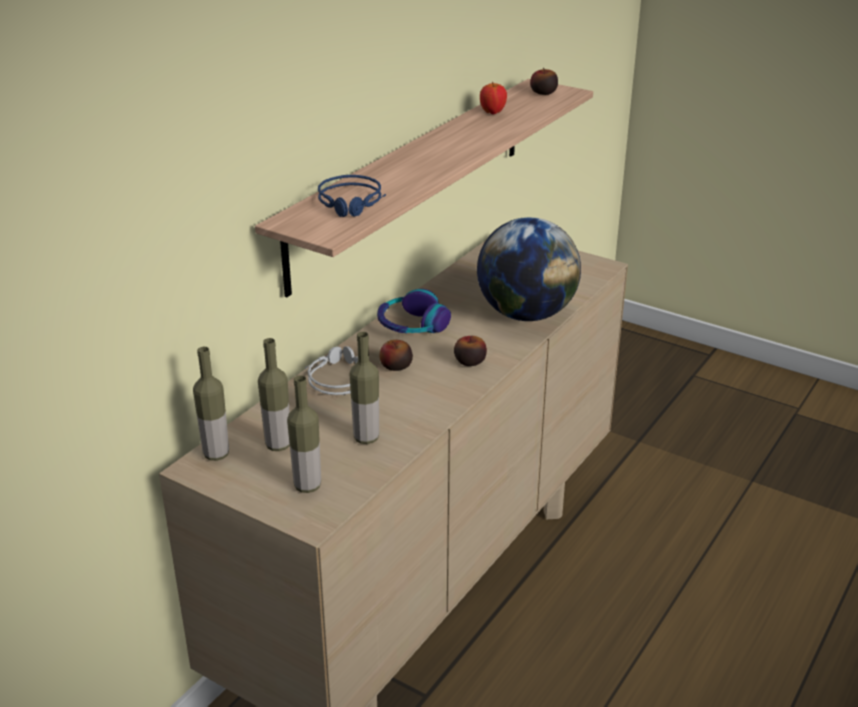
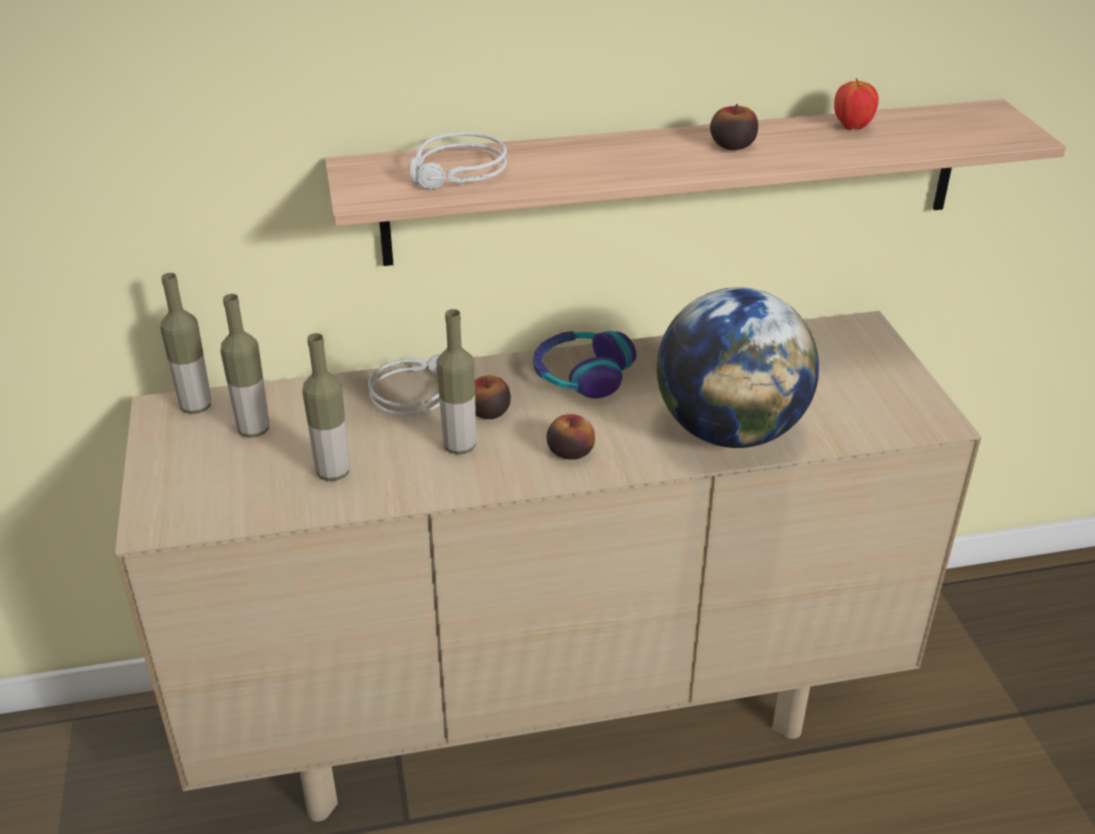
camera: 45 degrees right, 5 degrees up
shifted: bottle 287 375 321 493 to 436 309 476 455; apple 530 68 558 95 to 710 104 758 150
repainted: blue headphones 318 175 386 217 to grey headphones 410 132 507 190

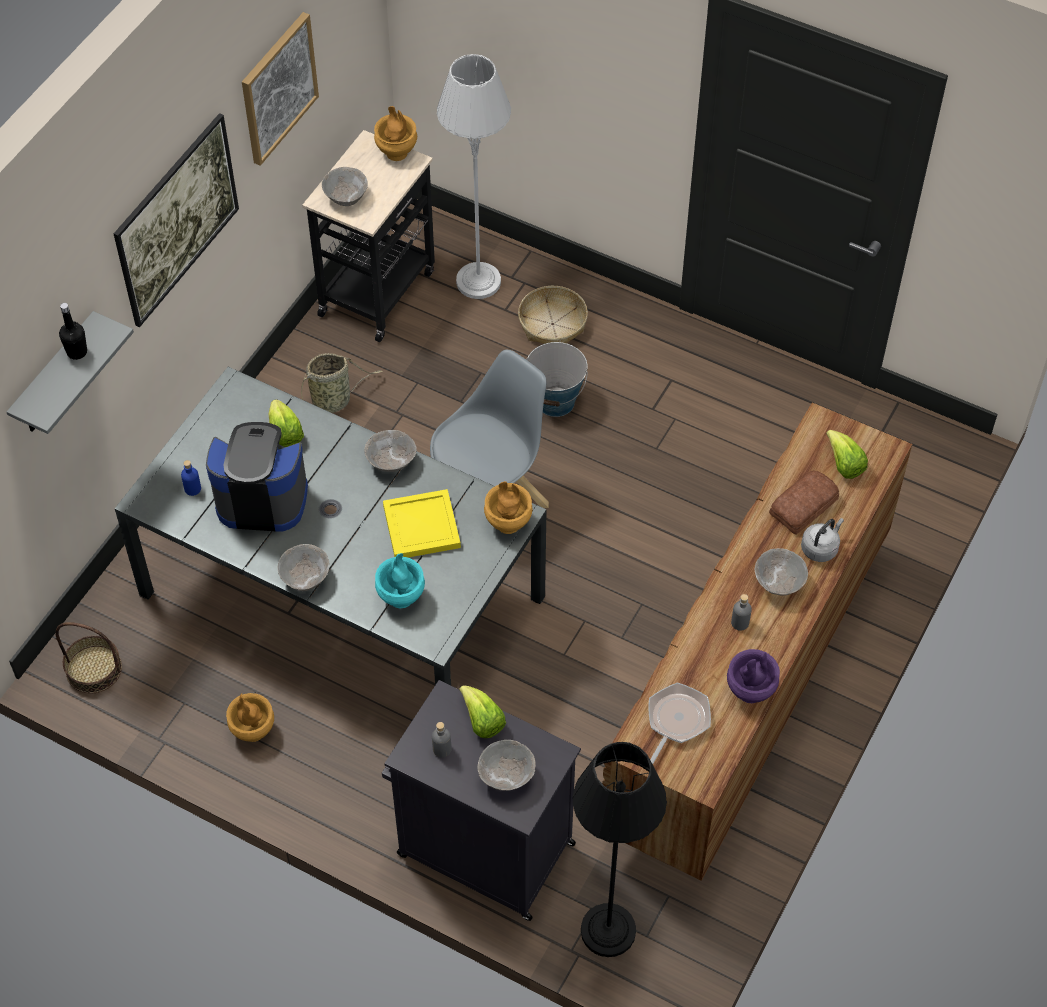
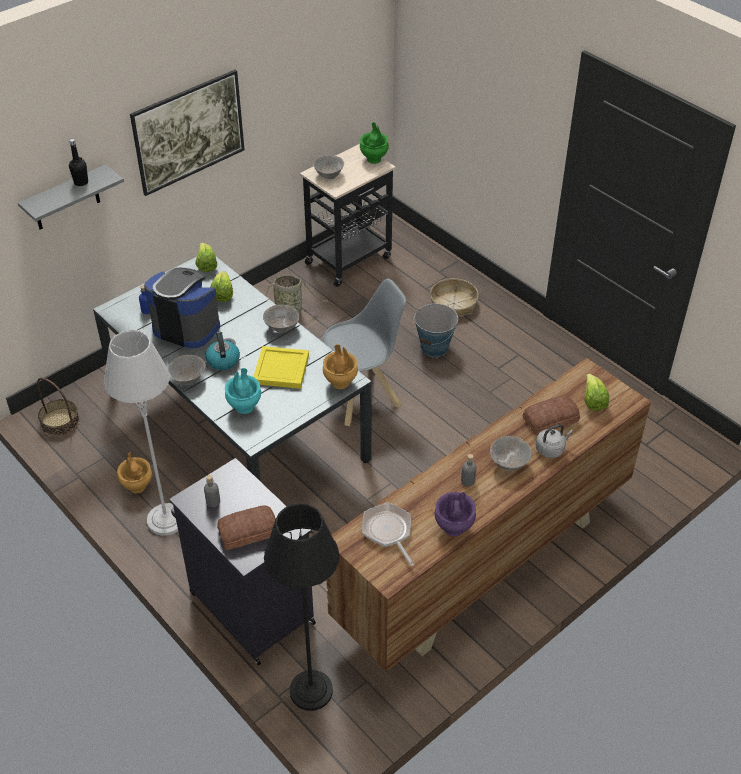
camera: 20 degrees right, 10 degrees down
gone: picture 242 12 319 166
new: kettle 205 332 240 370
shifted: grey floor lamp 437 54 511 299 to 104 330 178 536; lettuce 459 685 506 738 to 195 243 217 272
swapped: grey bowl 478 740 536 790 to bread 217 506 276 550
repainted: brown vase 374 106 417 161 to green vase 360 122 389 164
rotated: frying pan 648 682 711 764 = 362 503 414 566 75 degrees counterclockwise

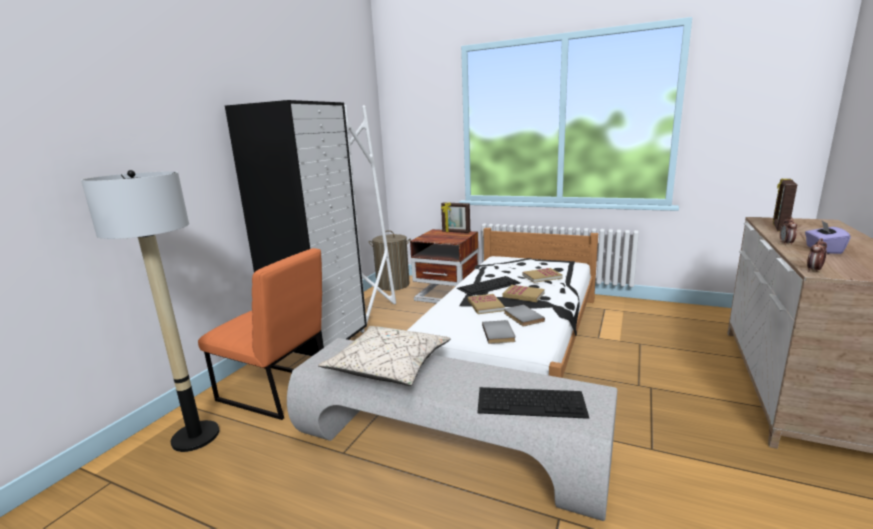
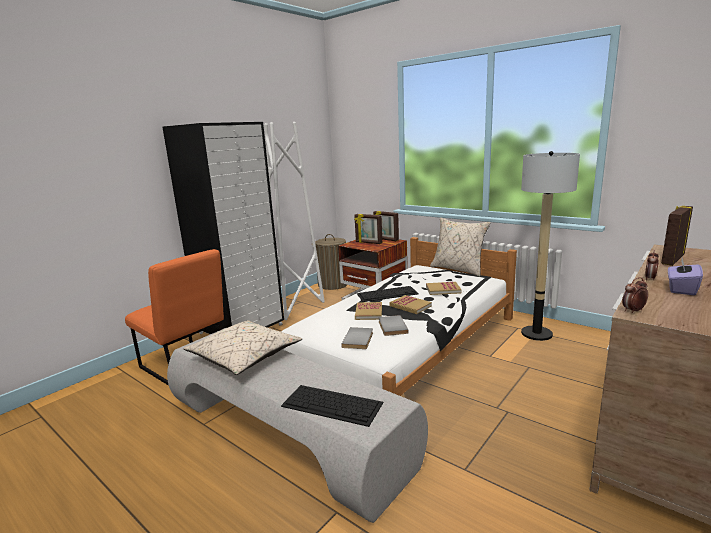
camera: 15 degrees right, 0 degrees up
new: picture frame 354 214 382 244; beige pillow 430 217 491 277
shifted: floor lamp 81 170 219 452 to 521 151 580 341

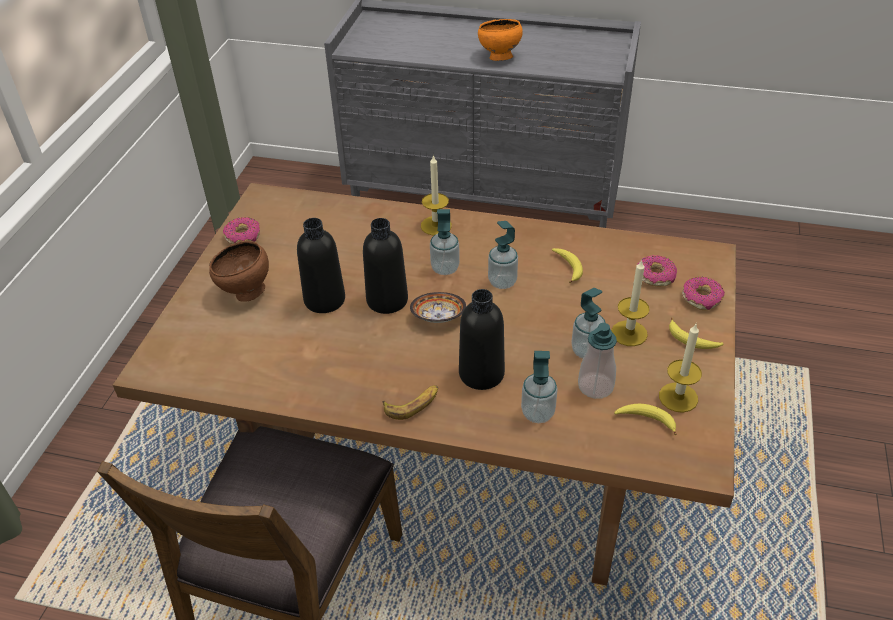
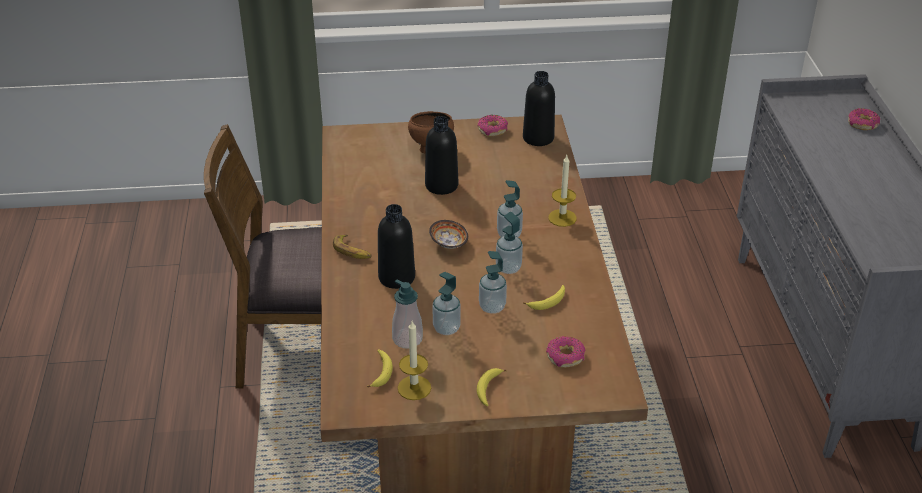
camera: 70 degrees right, 5 degrees down
gone: orange bowl 478 19 523 61; candle 611 259 650 346
shifted: soap dispenser 521 351 558 423 to 479 251 507 314; black bottle 363 218 408 314 to 523 71 555 146; donut 682 277 725 310 to 848 108 880 130

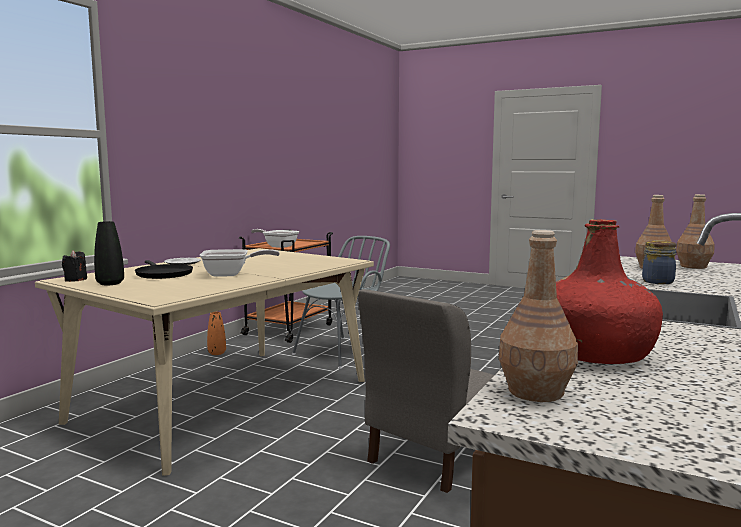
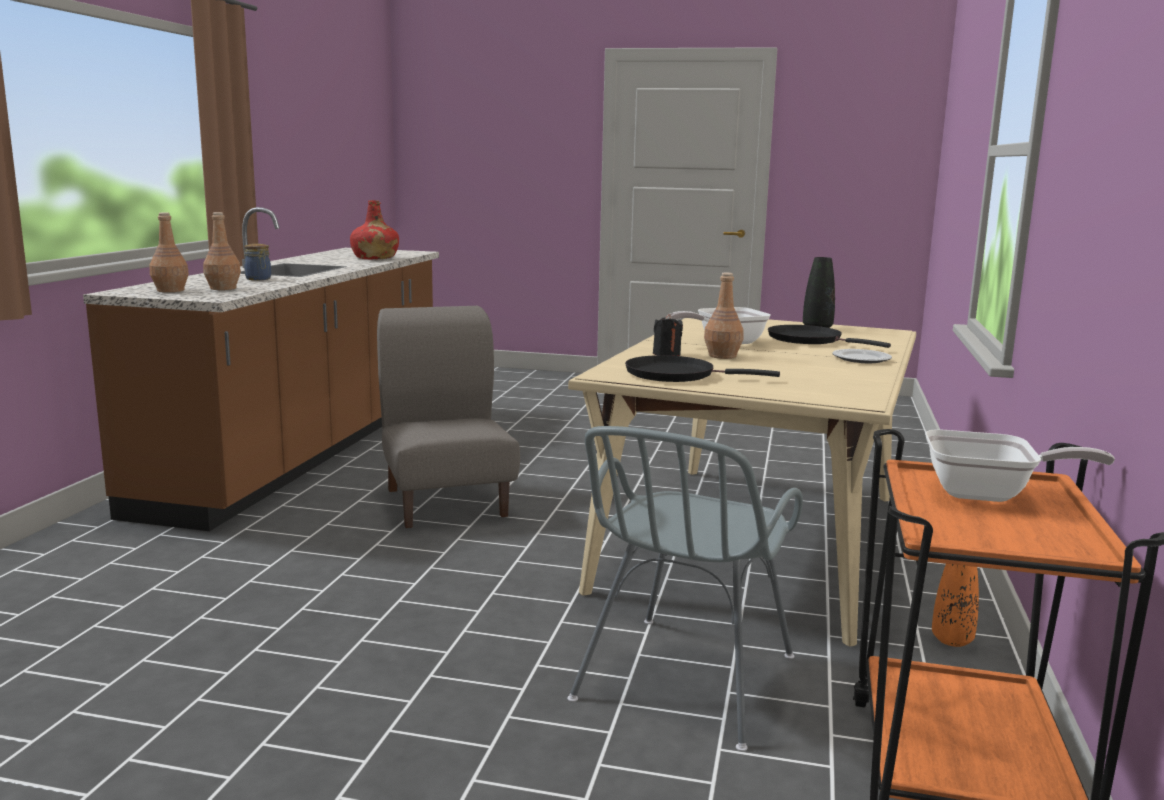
camera: 165 degrees right, 5 degrees up
new: black frying pan 625 355 780 382
shifted: black candle 62 250 87 282 to 653 314 683 356; brown bottle 499 230 578 402 to 704 273 744 359
rotated: grey chair 358 289 494 493 = 377 306 520 528 45 degrees counterclockwise

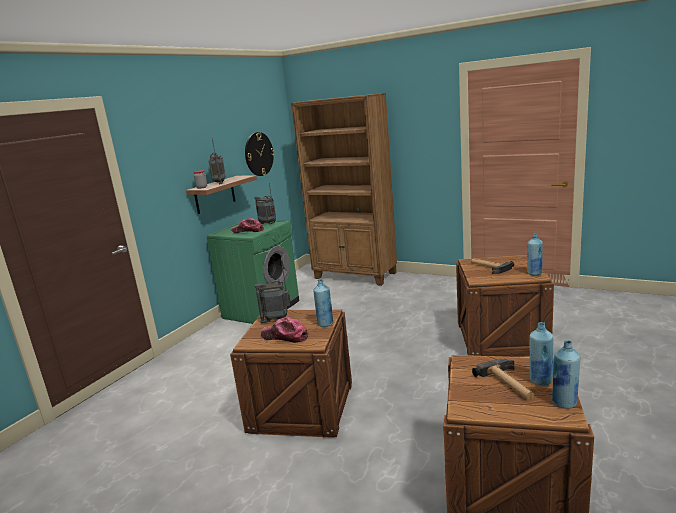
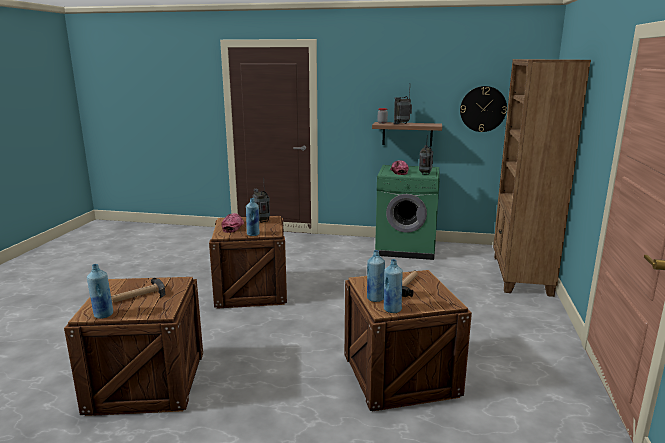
camera: 70 degrees right, 0 degrees up
shifted: blue bottle 529 322 553 386 to 367 250 385 302

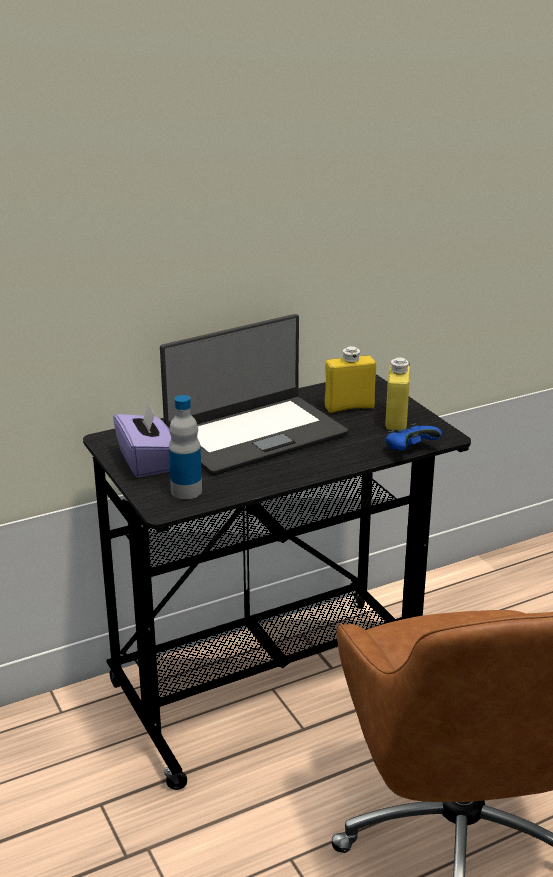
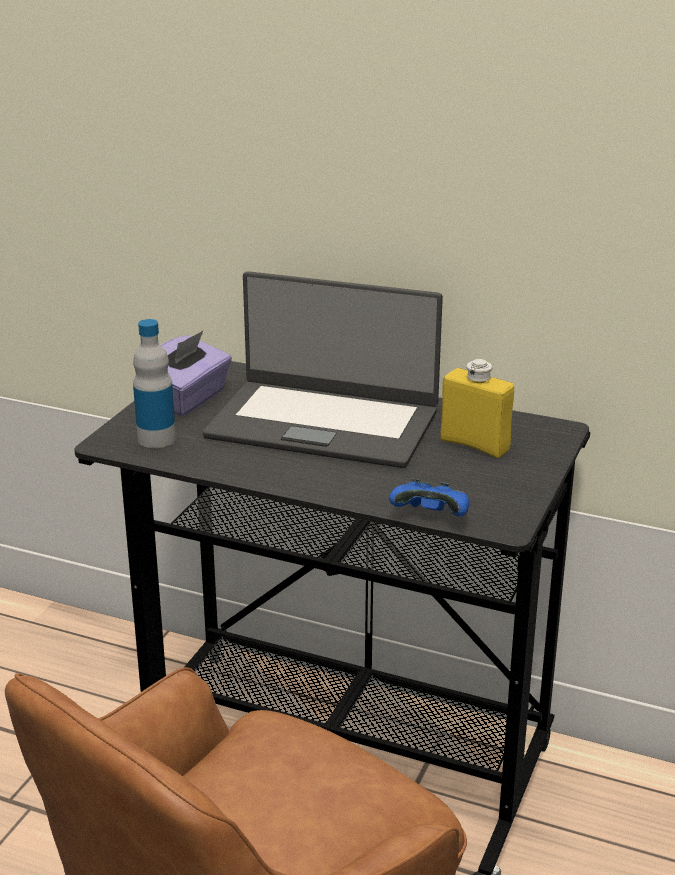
camera: 50 degrees right, 0 degrees up
gone: yellow bottle 385 357 410 430

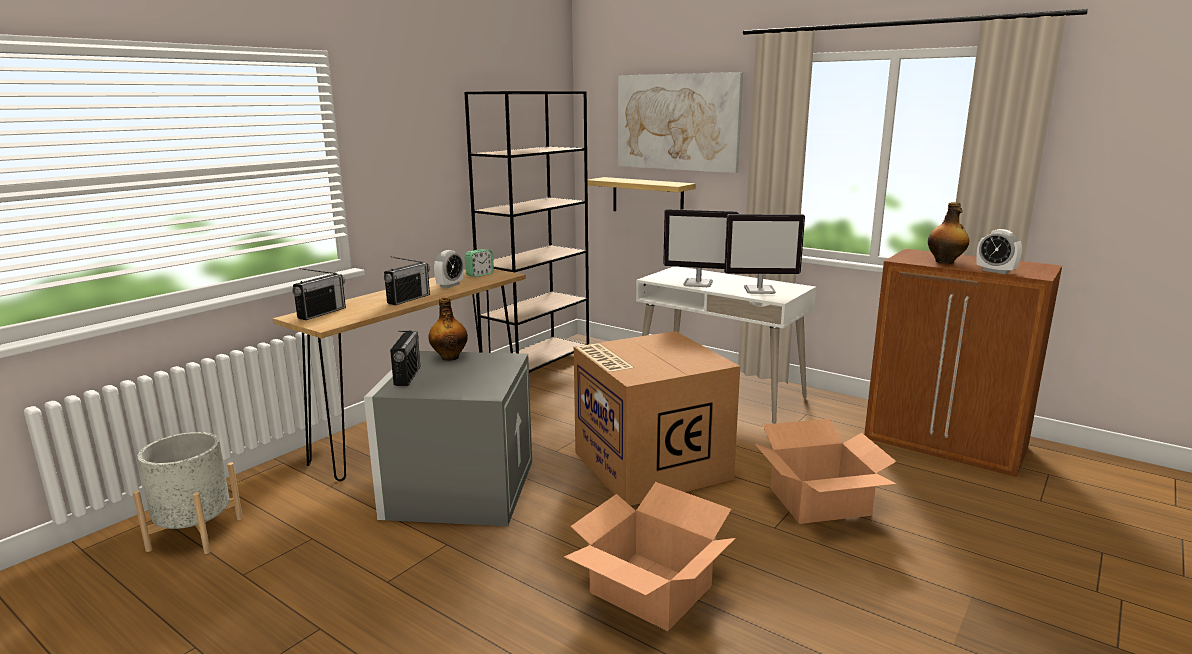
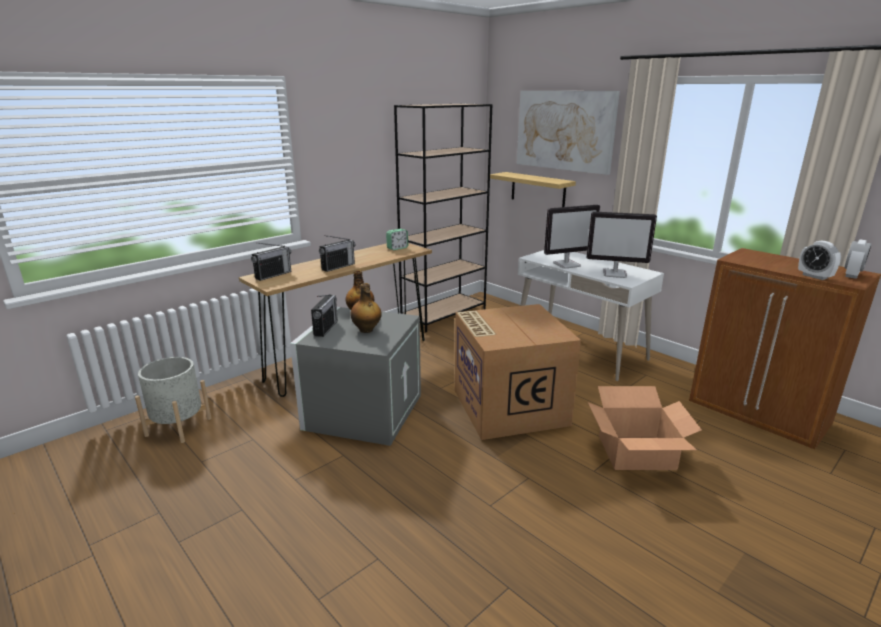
camera: 10 degrees right, 5 degrees up
gone: cardboard box 564 482 736 631
shifted: bottle 928 202 969 264 to 350 283 382 333; alarm clock 434 250 463 288 to 844 239 871 279
rotated: monitor 663 209 739 287 = 544 205 600 269 45 degrees counterclockwise

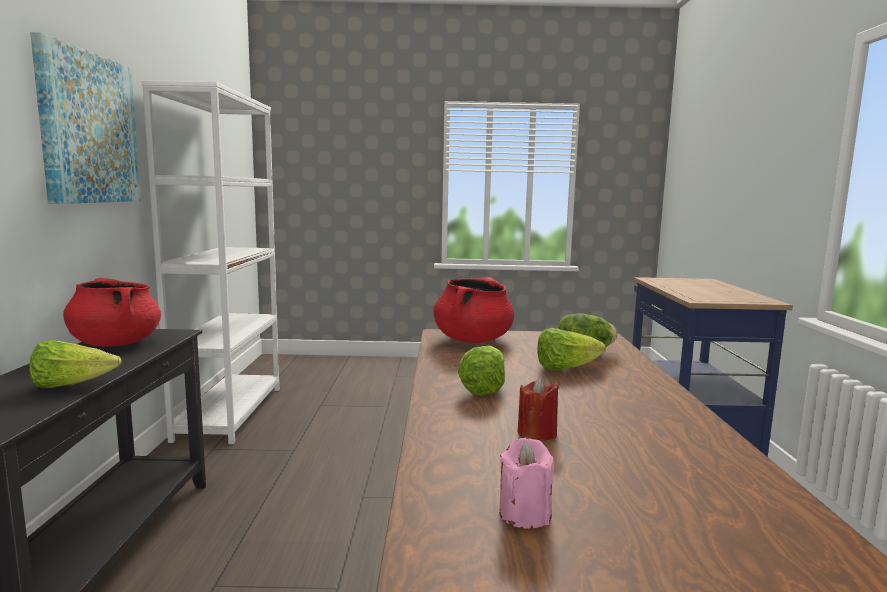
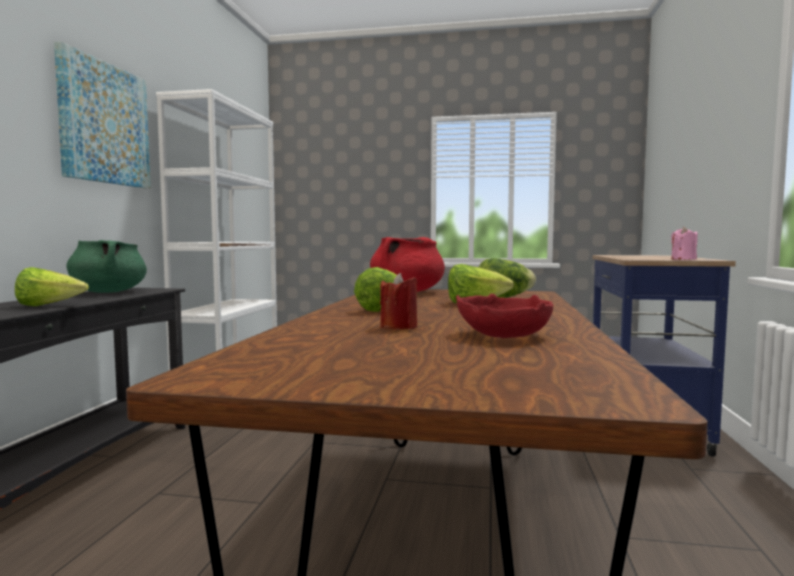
camera: 10 degrees right, 5 degrees down
new: red bowl 456 294 553 338
shifted: pink candle 499 437 554 529 to 671 227 698 260
repainted: red cooking pot 63 278 161 347 to green cooking pot 66 240 147 293

